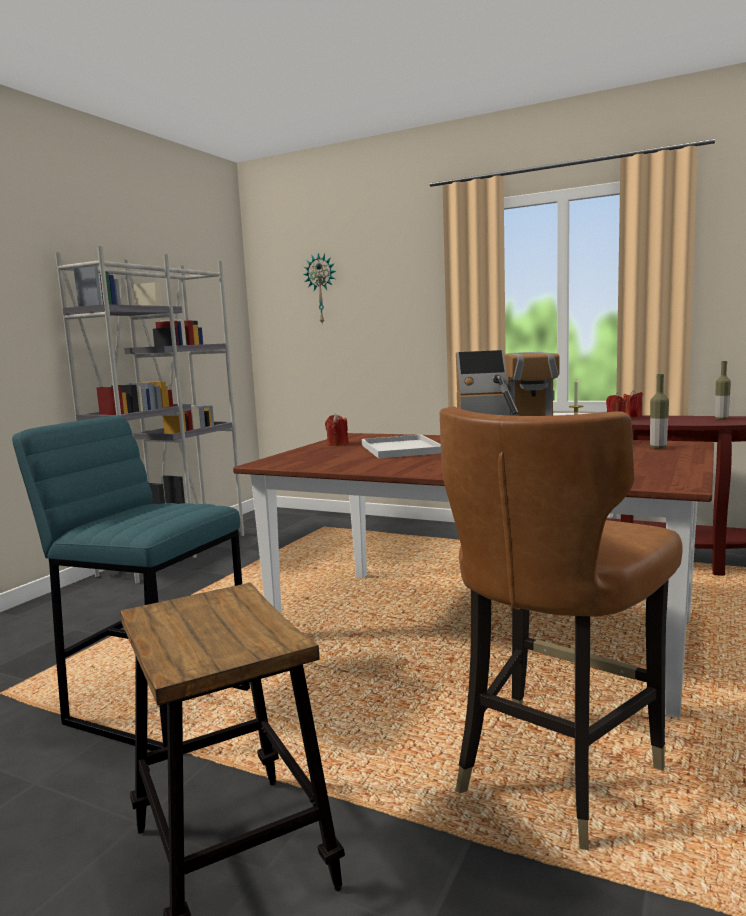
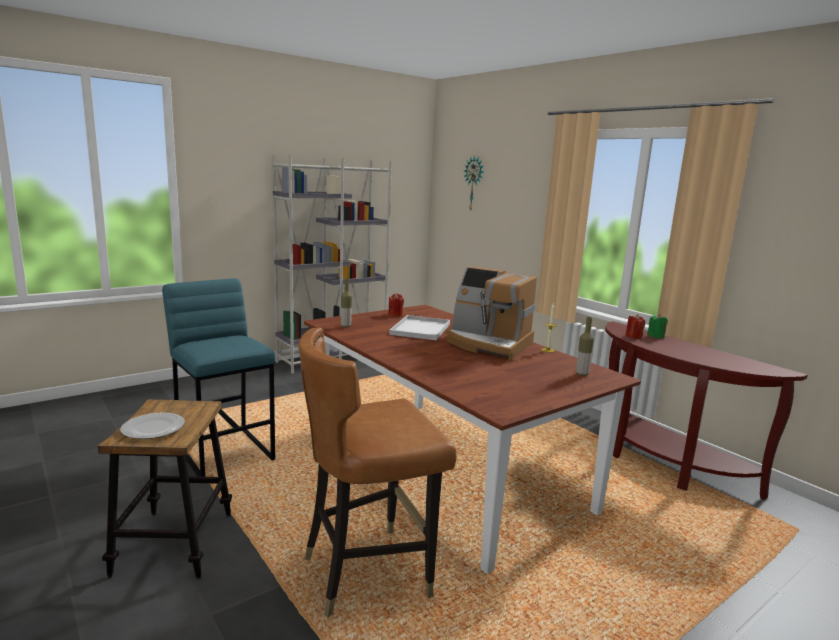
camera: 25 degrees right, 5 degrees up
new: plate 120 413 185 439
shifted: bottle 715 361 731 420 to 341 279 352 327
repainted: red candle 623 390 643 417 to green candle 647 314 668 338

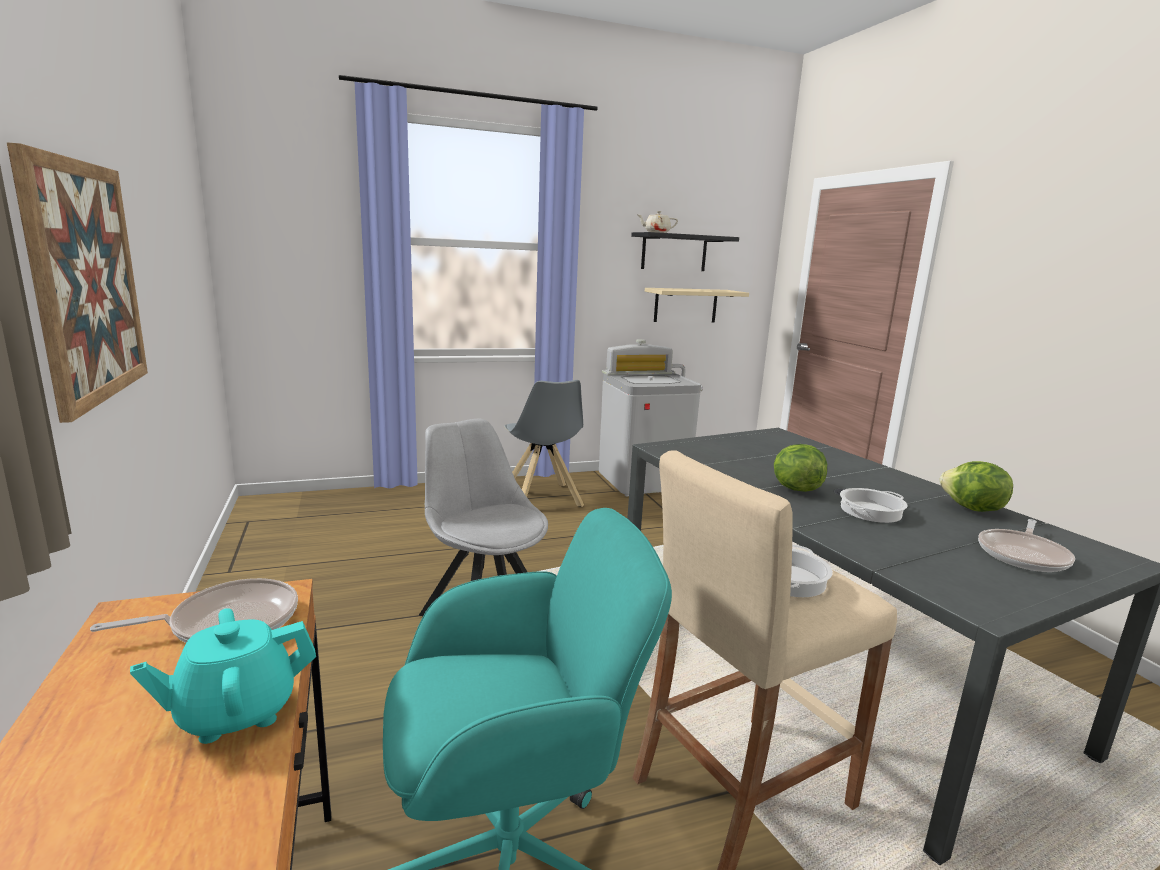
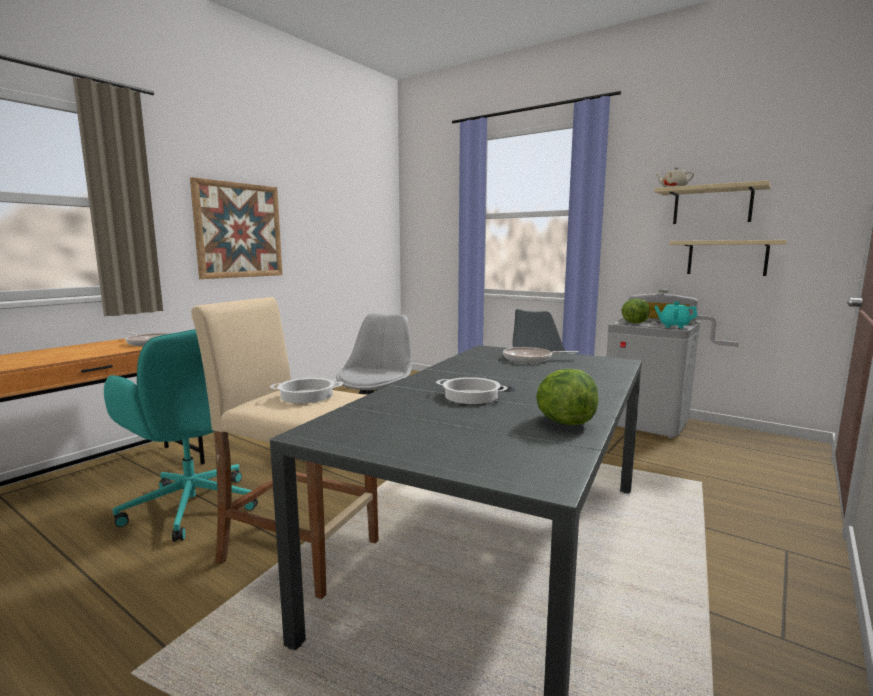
camera: 55 degrees right, 5 degrees down
shifted: frying pan 978 519 1075 572 to 503 347 579 363; lettuce 774 444 827 492 to 622 299 650 323; turquoise teapot 130 608 316 744 to 654 302 698 328
repainted: black shelf 631 232 739 271 to beige shelf 654 180 771 224

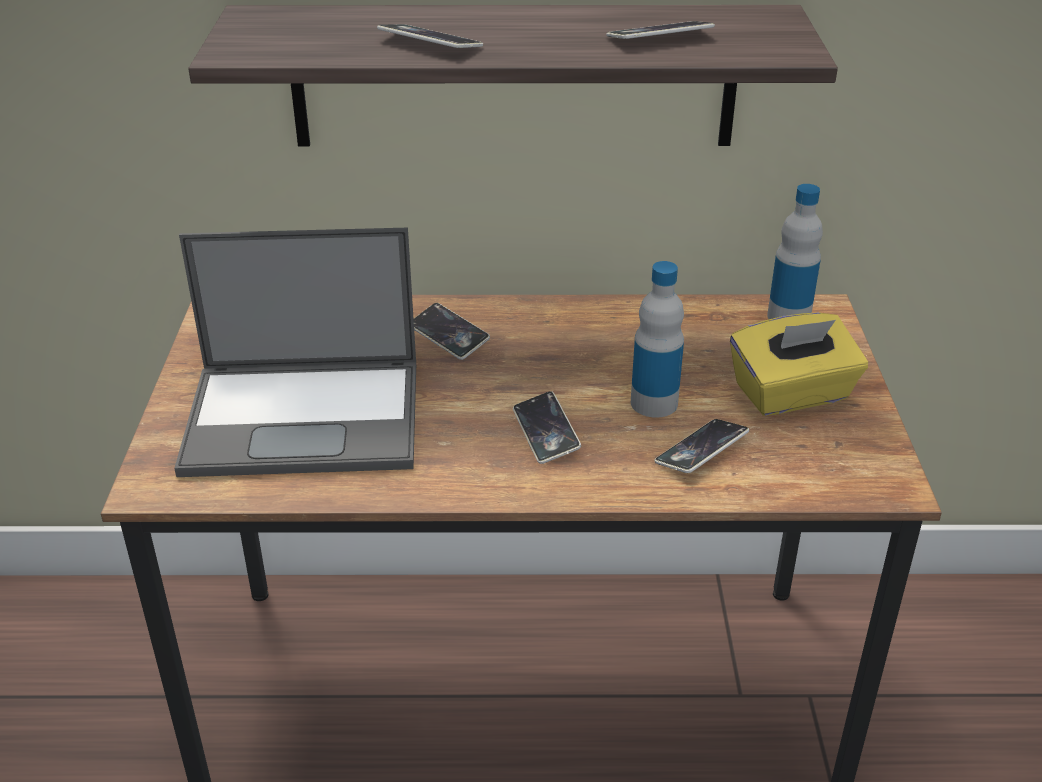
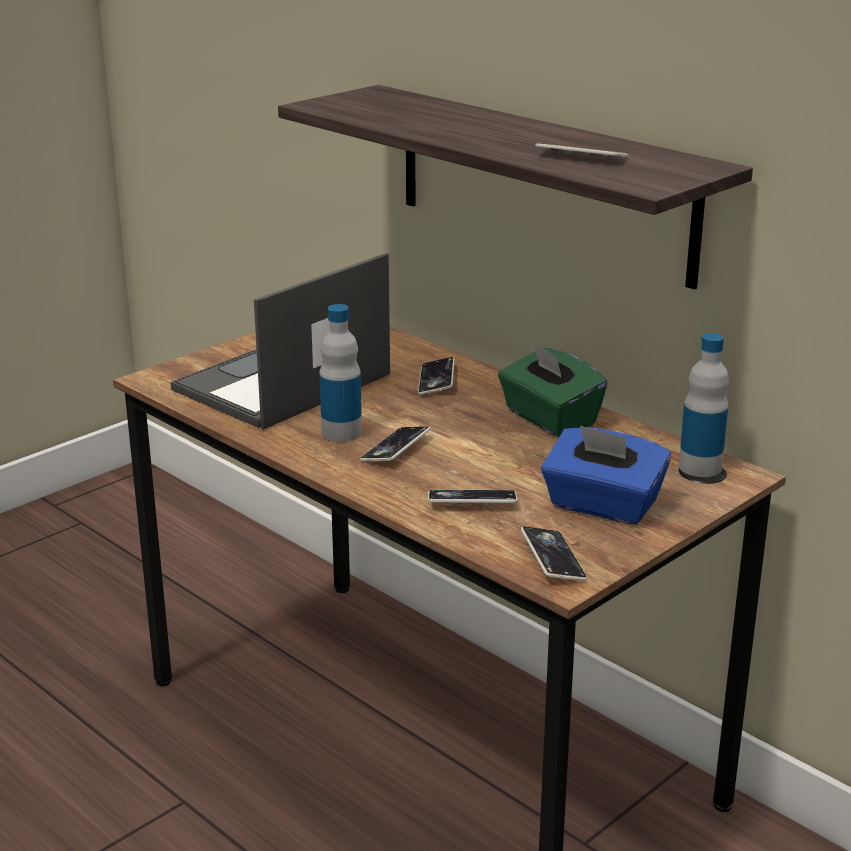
camera: 45 degrees right, 10 degrees down
new: green tissue box 498 342 607 437
shifted: bottle 631 261 684 418 to 319 304 362 442; phone 377 24 483 48 to 521 526 587 581
repainted: yellow tissue box 730 312 868 416 to blue tissue box 541 425 671 525
rotated: laptop 174 228 416 477 = 171 253 390 430 90 degrees clockwise

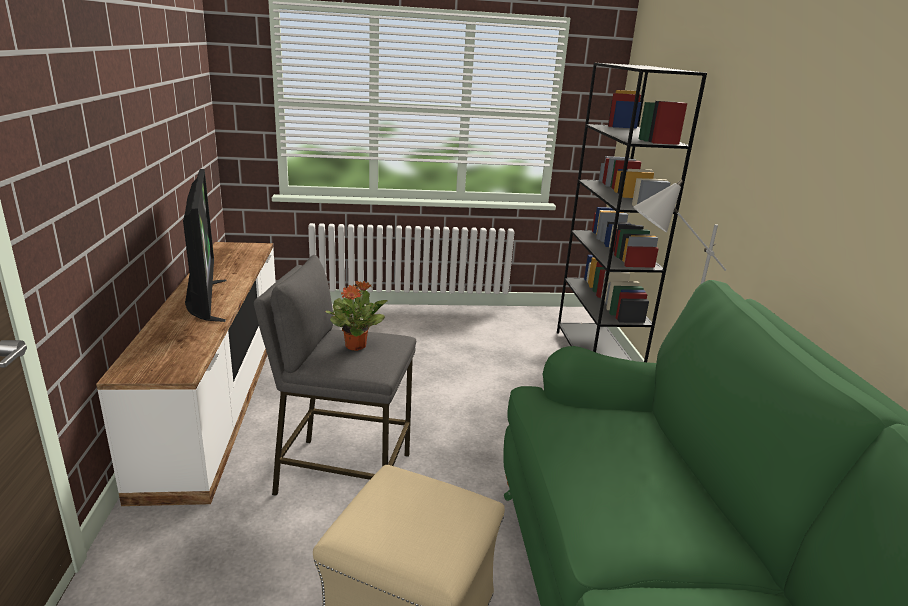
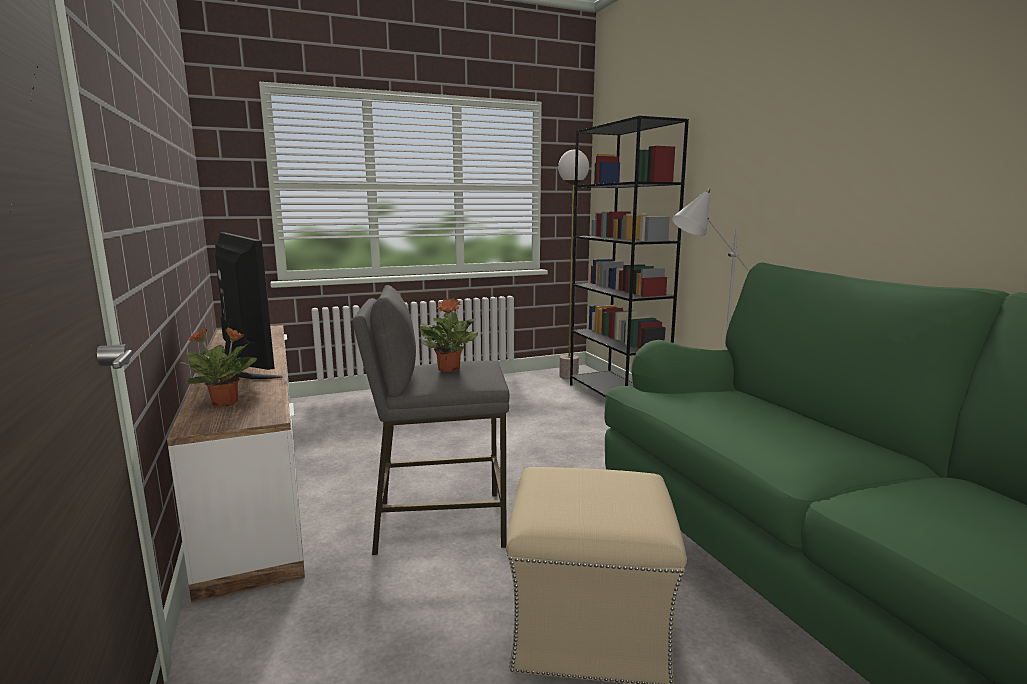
camera: 15 degrees left, 10 degrees down
new: potted plant 180 327 257 407; floor lamp 558 150 589 379

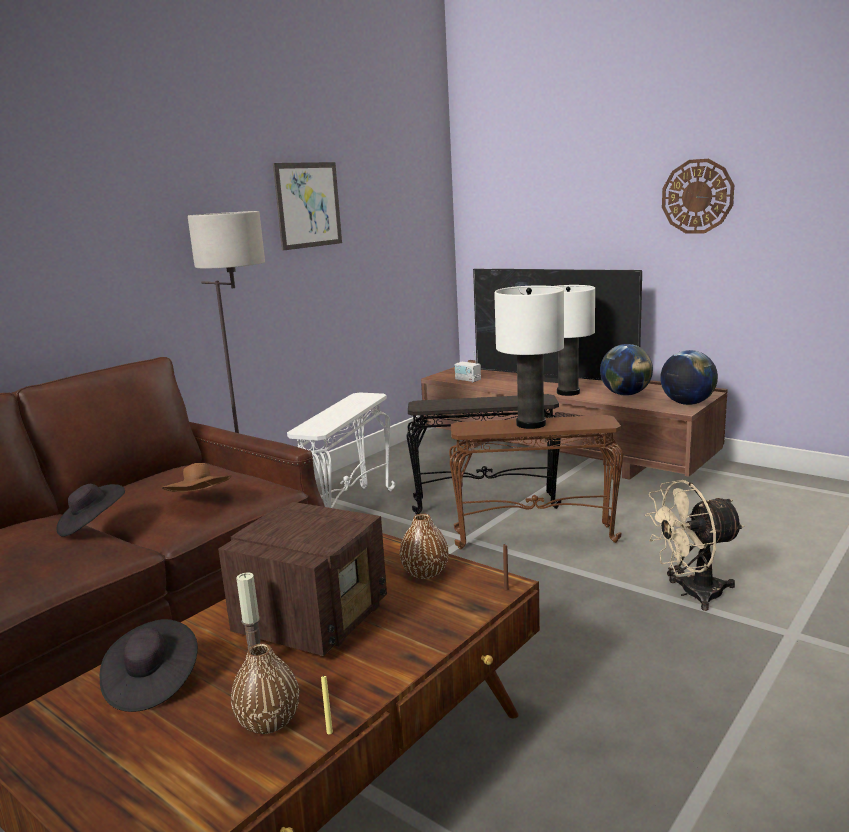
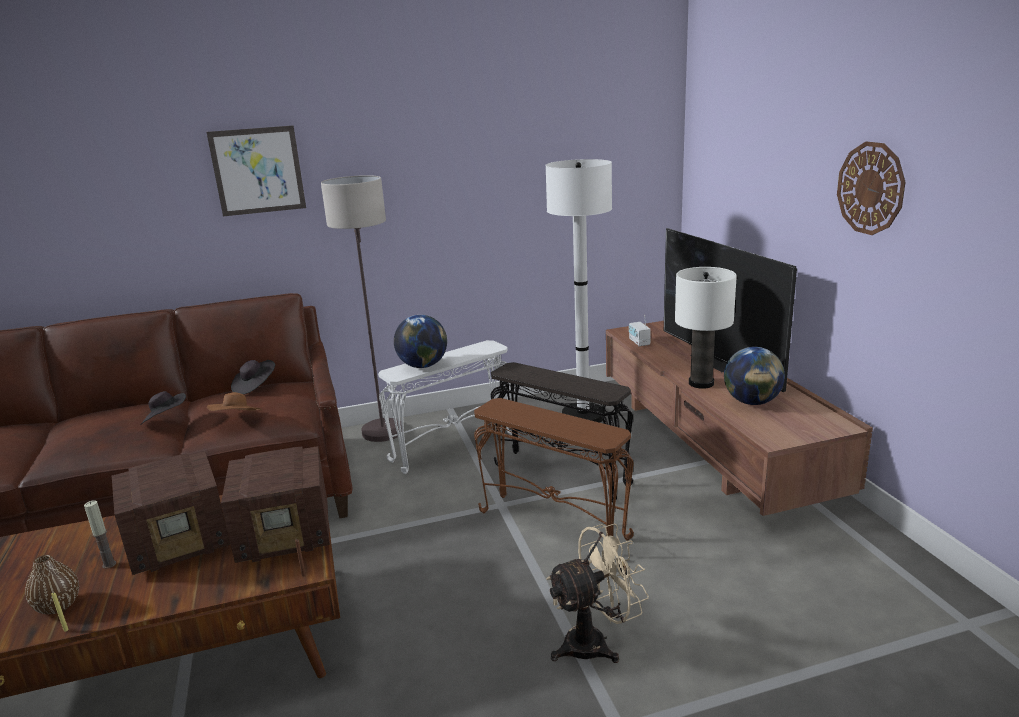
camera: 35 degrees right, 5 degrees up
gone: white table lamp 494 285 564 429
new: white floor lamp 545 159 612 423
shifted: picture 273 162 342 251 to 207 125 306 216; black hat 100 619 198 712 to 231 360 275 394; globe 660 350 718 405 to 394 315 447 368
swapped: brown vase 400 514 449 579 to radio 221 446 330 563
rotated: beige fan 645 480 744 611 = 546 523 649 663 135 degrees clockwise

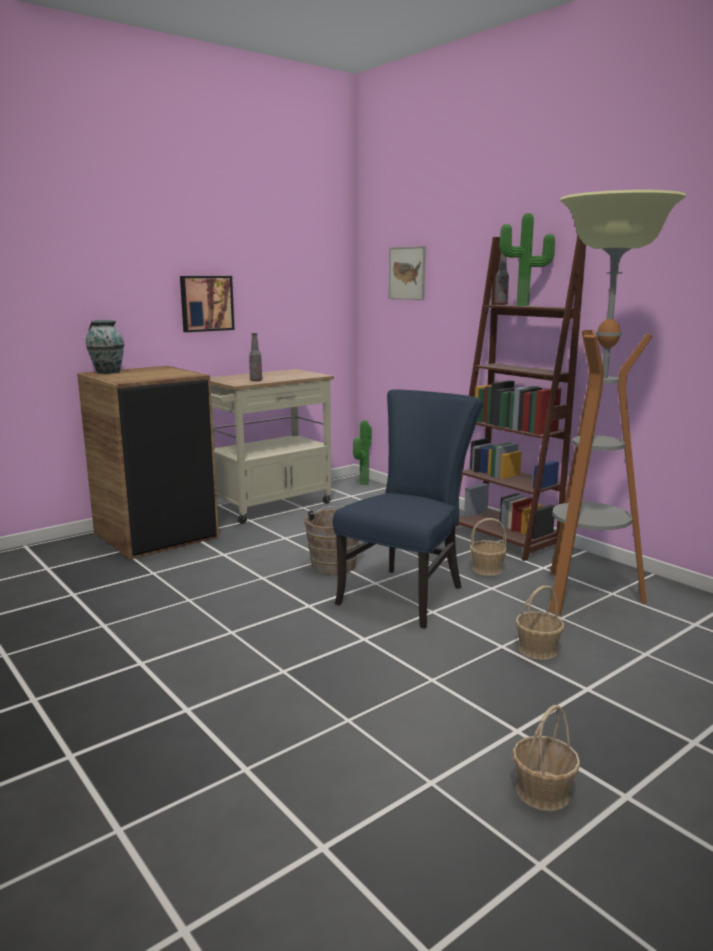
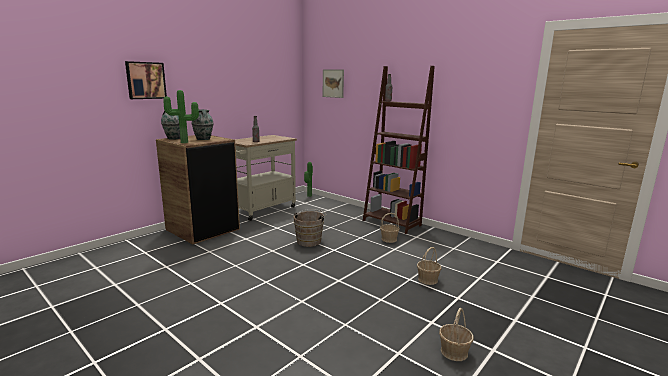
camera: 10 degrees left, 0 degrees up
gone: blue chair 333 389 484 629; floor lamp 549 190 686 615
new: vase 191 109 214 140
shifted: picture 180 276 235 332 to 125 61 167 99; potted plant 499 213 555 306 to 163 90 199 143

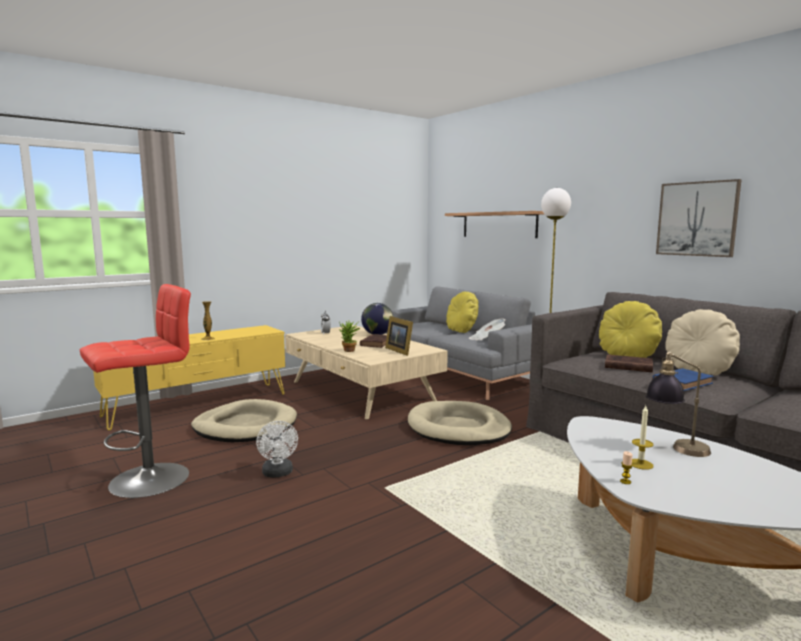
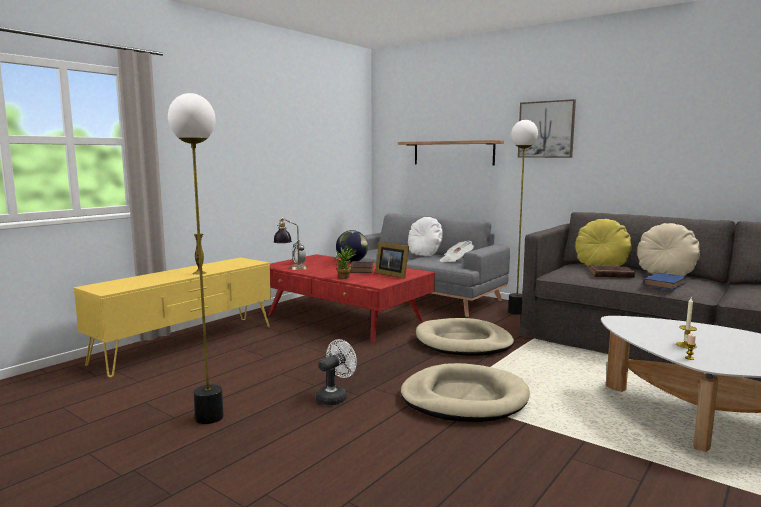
camera: 15 degrees left, 0 degrees up
shifted: table lamp 646 352 711 457 to 274 217 307 270; beige dog bed 191 399 297 442 to 401 363 530 422; picture 656 179 742 257 to 518 99 576 158
swapped: red stool 80 284 191 498 to floor lamp 168 93 224 424
repainted: beige coffee table 285 325 448 419 to red coffee table 268 254 435 342; yellow pillow 446 292 479 333 to white pillow 408 217 442 256
rotated: white fan 256 421 298 478 = 316 339 357 405 105 degrees counterclockwise

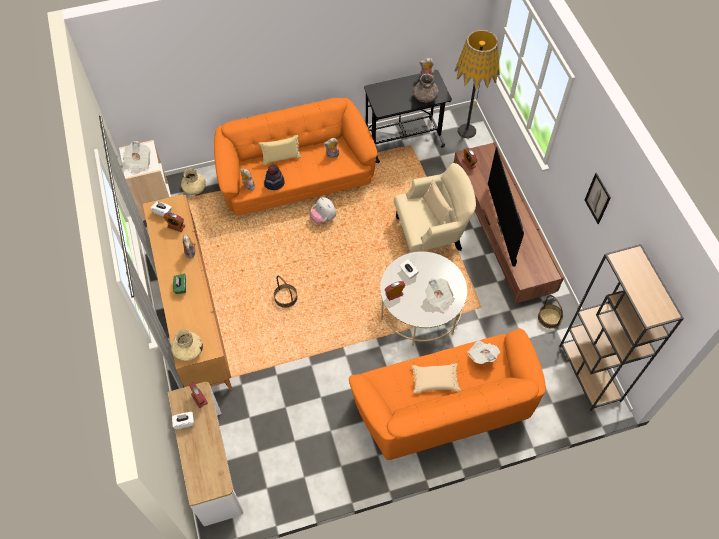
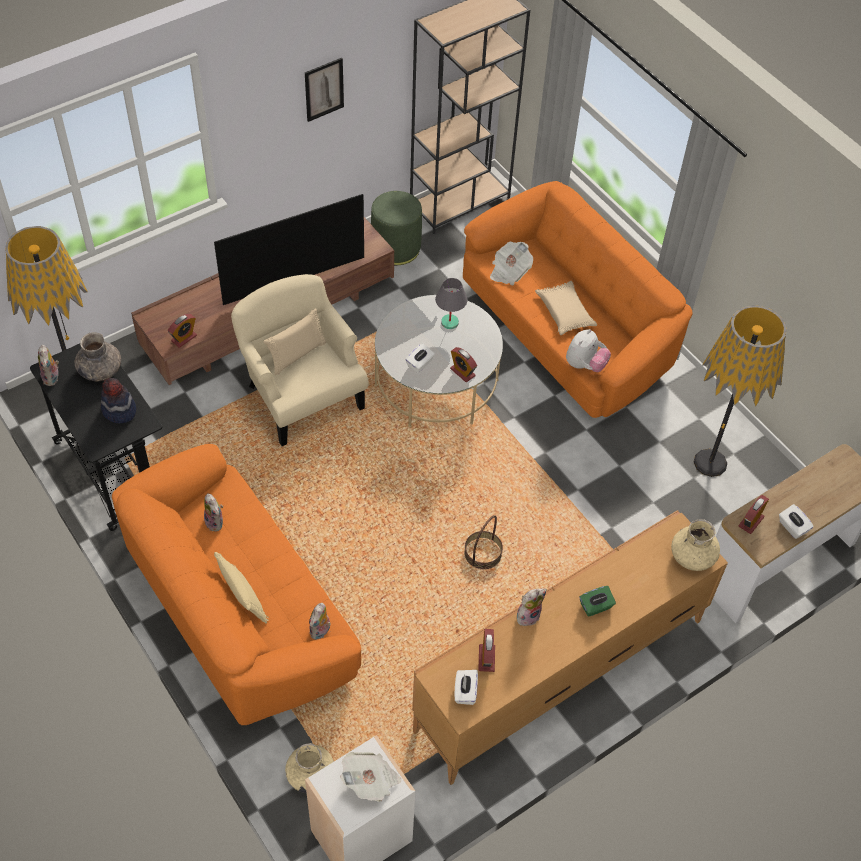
camera: 110 degrees left, 5 degrees down
new: floor lamp 694 305 786 477
shifted: hat 264 164 285 190 to 101 378 136 423; plush toy 309 197 336 224 to 566 329 611 372
swapped: basket 538 295 563 329 to green ottoman 371 191 422 265; newspaper 425 279 455 312 to grey table lamp 435 278 467 329

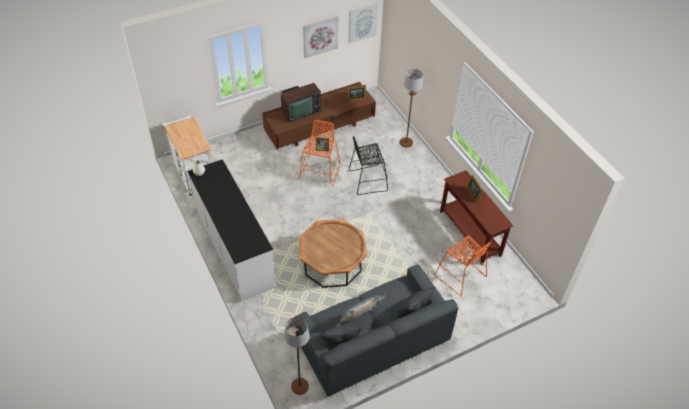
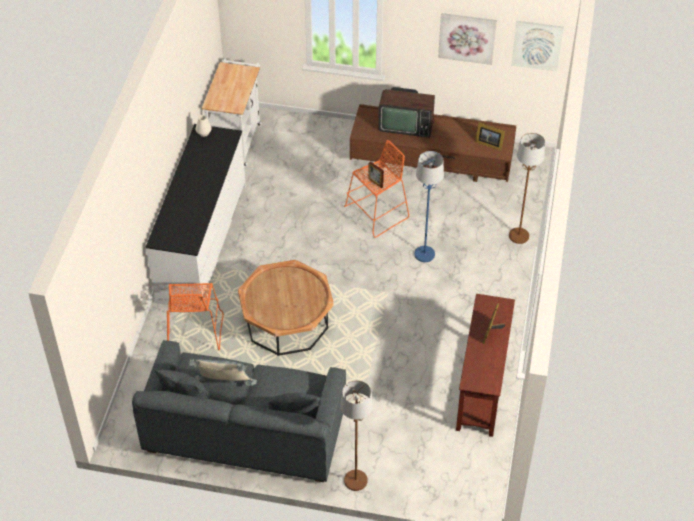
camera: 40 degrees right, 0 degrees up
shifted: orange stool 435 235 491 296 to 167 283 224 350; brown floor lamp 284 317 310 395 to 340 380 373 491
swapped: black stool 349 136 388 195 to blue floor lamp 414 151 444 262

